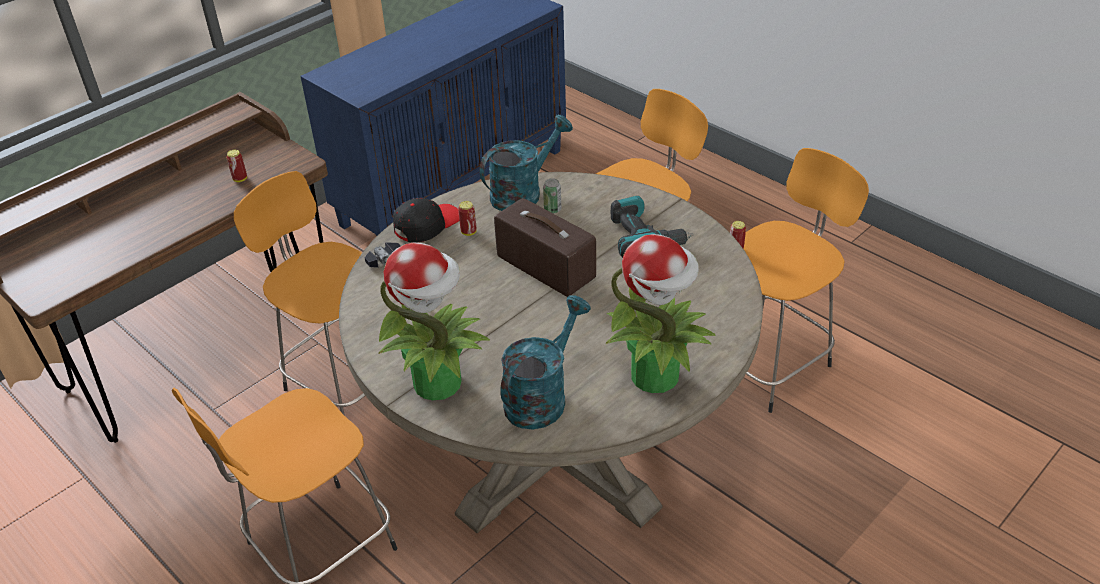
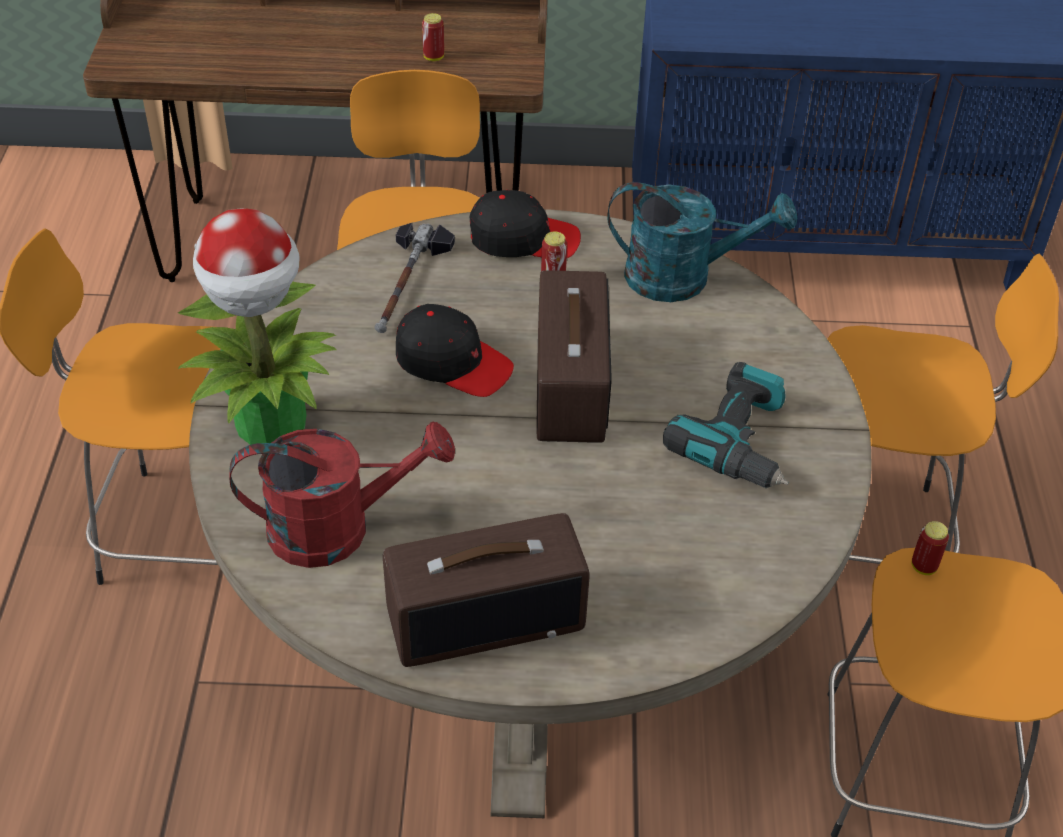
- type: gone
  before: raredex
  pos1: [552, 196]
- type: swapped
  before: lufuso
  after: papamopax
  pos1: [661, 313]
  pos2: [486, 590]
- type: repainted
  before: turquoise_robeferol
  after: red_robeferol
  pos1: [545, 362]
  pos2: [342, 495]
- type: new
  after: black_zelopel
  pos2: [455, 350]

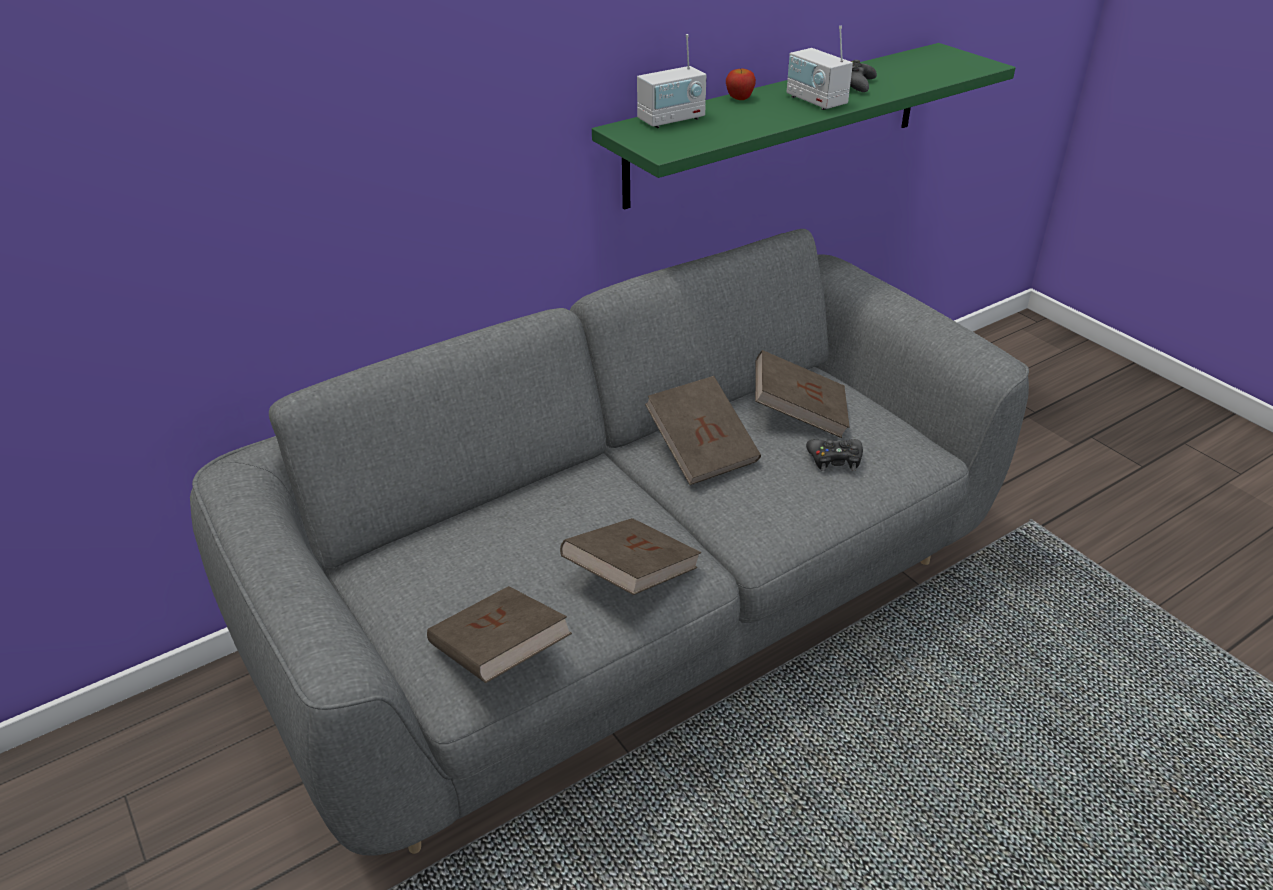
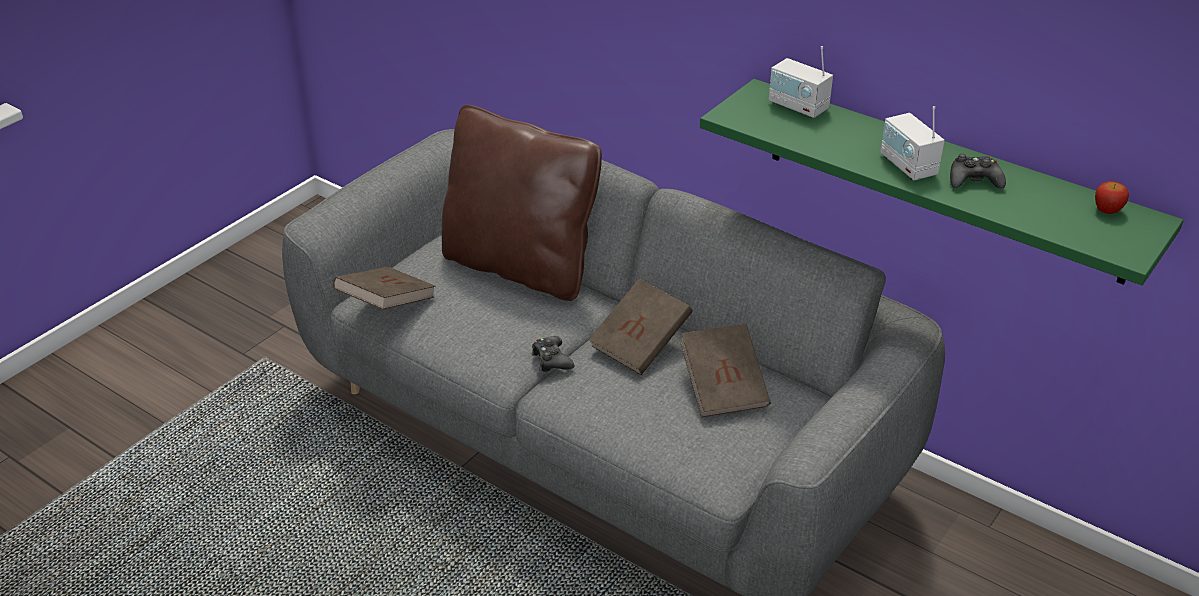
- type: rotated
  before: papamopax
  pos1: [820, 68]
  pos2: [912, 143]
  turn: -60
- type: shifted
  before: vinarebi
  pos1: [741, 84]
  pos2: [1112, 197]
- type: shifted
  before: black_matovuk
  pos1: [834, 455]
  pos2: [552, 354]
- type: gone
  before: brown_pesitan
  pos1: [630, 556]
- type: new
  after: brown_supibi
  pos2: [522, 203]

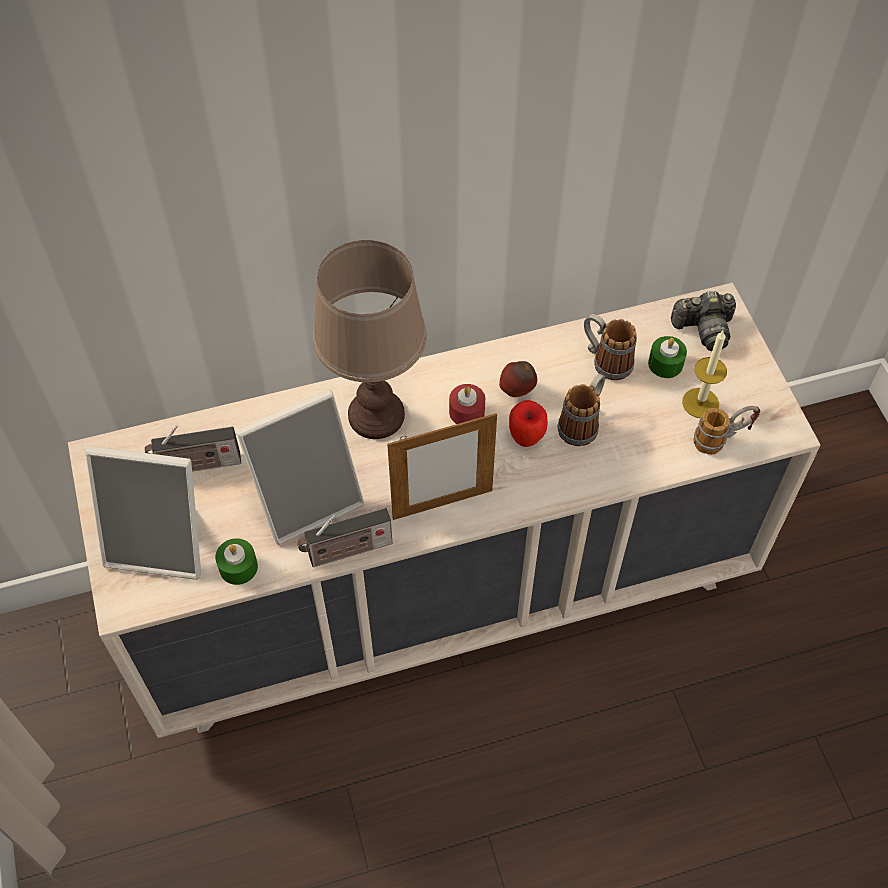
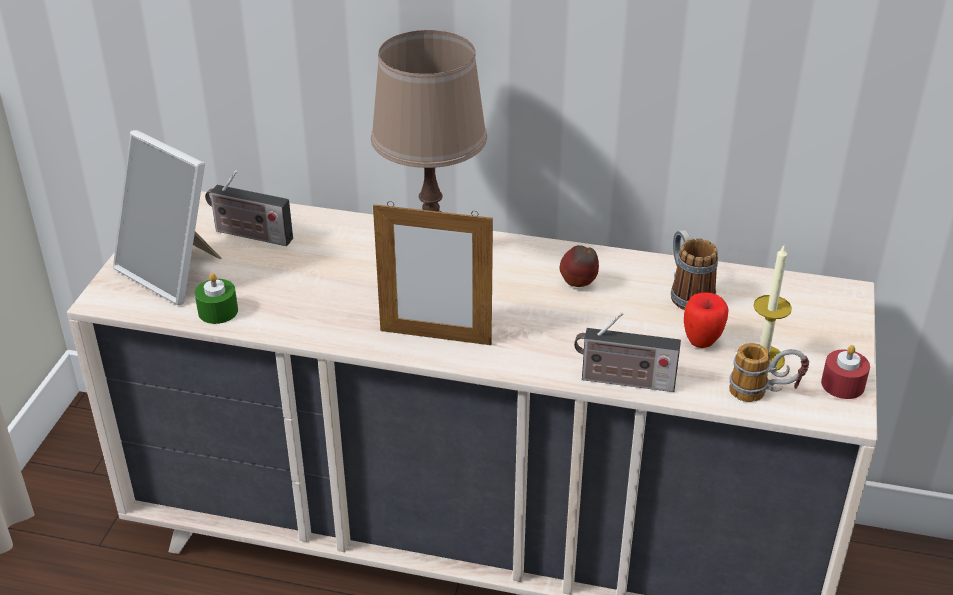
- type: gone
  before: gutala
  pos1: [703, 321]
- type: gone
  before: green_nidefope
  pos1: [667, 357]
- type: gone
  before: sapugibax
  pos1: [581, 409]
- type: shifted
  before: red_nidefope
  pos1: [467, 404]
  pos2: [845, 372]
- type: gone
  before: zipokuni
  pos1: [300, 467]
- type: shifted
  before: vinarebi
  pos1: [528, 423]
  pos2: [706, 320]
- type: shifted
  before: papamopax
  pos1: [344, 537]
  pos2: [627, 352]

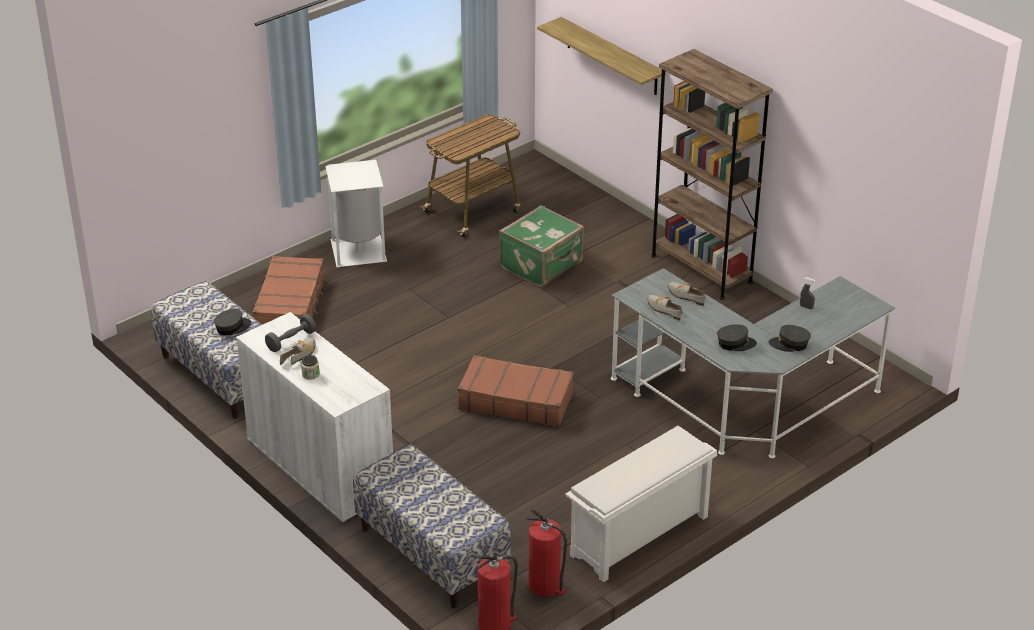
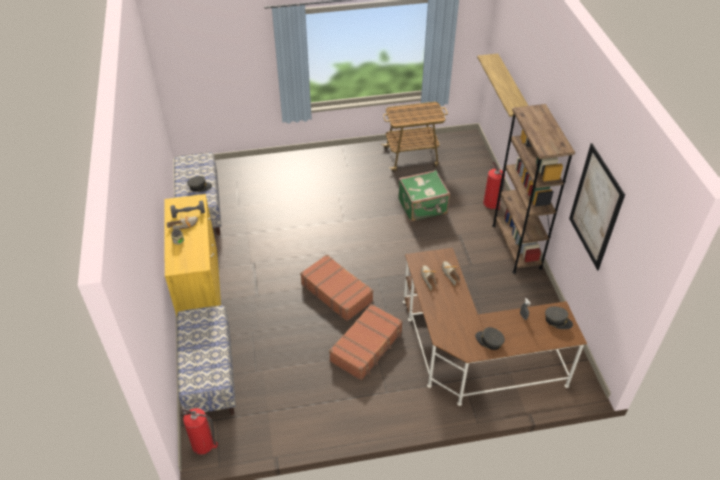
- type: gone
  before: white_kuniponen
  pos1: [356, 213]
- type: shifted
  before: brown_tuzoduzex
  pos1: [290, 290]
  pos2: [366, 342]
- type: repainted
  before: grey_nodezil
  after: brown_nodezil
  pos1: [753, 363]
  pos2: [495, 327]
- type: repainted
  before: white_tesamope
  after: yellow_tesamope
  pos1: [314, 417]
  pos2: [192, 255]
- type: shifted
  before: grey_zelopel
  pos1: [737, 337]
  pos2: [559, 317]
- type: gone
  before: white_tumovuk
  pos1: [641, 504]
- type: shifted
  before: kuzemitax
  pos1: [547, 553]
  pos2: [494, 185]
- type: new
  after: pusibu
  pos2: [597, 206]

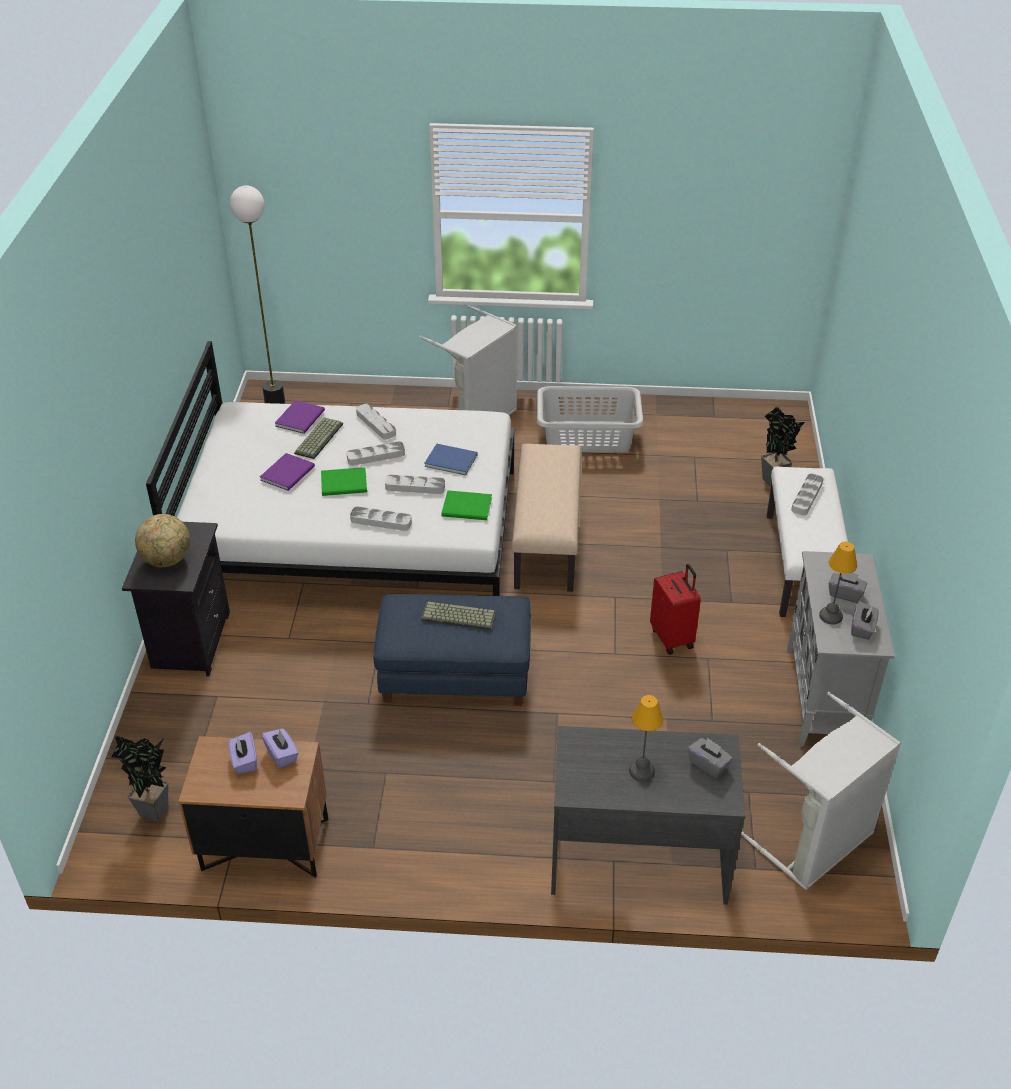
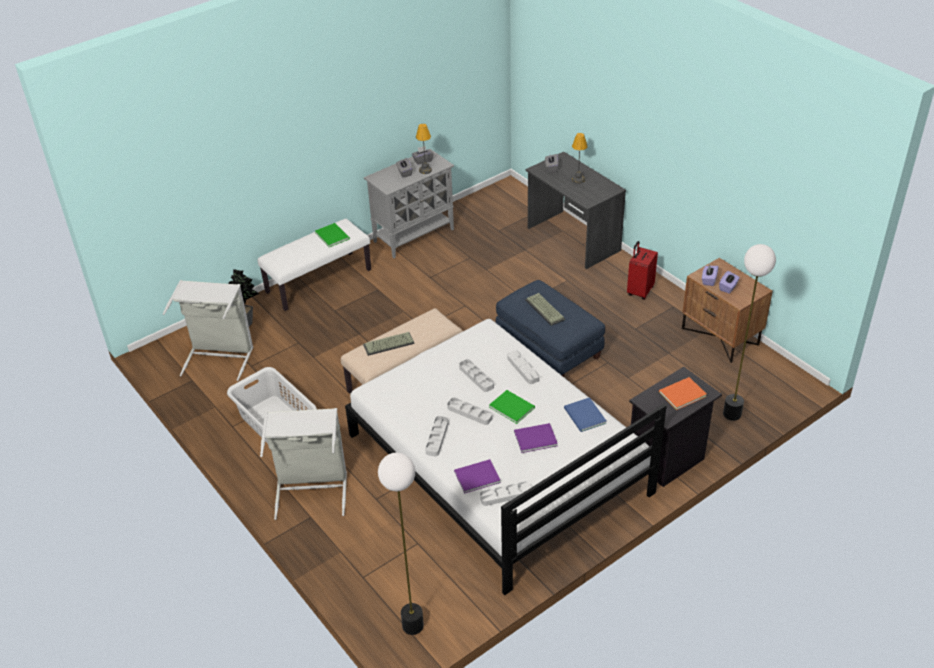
- type: shifted
  before: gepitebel
  pos1: [318, 438]
  pos2: [389, 344]
- type: shifted
  before: blue_pesitan
  pos1: [451, 459]
  pos2: [585, 414]
- type: shifted
  before: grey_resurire
  pos1: [807, 494]
  pos2: [505, 493]
- type: shifted
  before: green_pesitan
  pos1: [466, 505]
  pos2: [332, 235]
- type: swapped
  before: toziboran
  after: orange_pesitan
  pos1: [162, 540]
  pos2: [682, 393]
- type: shifted
  before: red_tuzoduzex
  pos1: [675, 609]
  pos2: [642, 270]
- type: shifted
  before: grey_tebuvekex
  pos1: [821, 790]
  pos2: [208, 330]
- type: gone
  before: lufuso
  pos1: [140, 779]
- type: new
  after: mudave
  pos2: [749, 332]

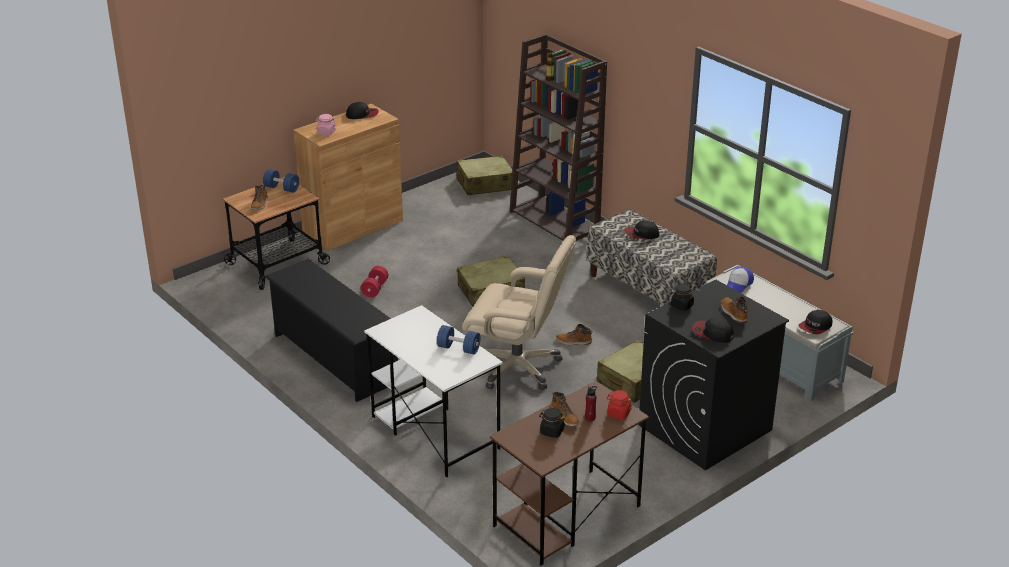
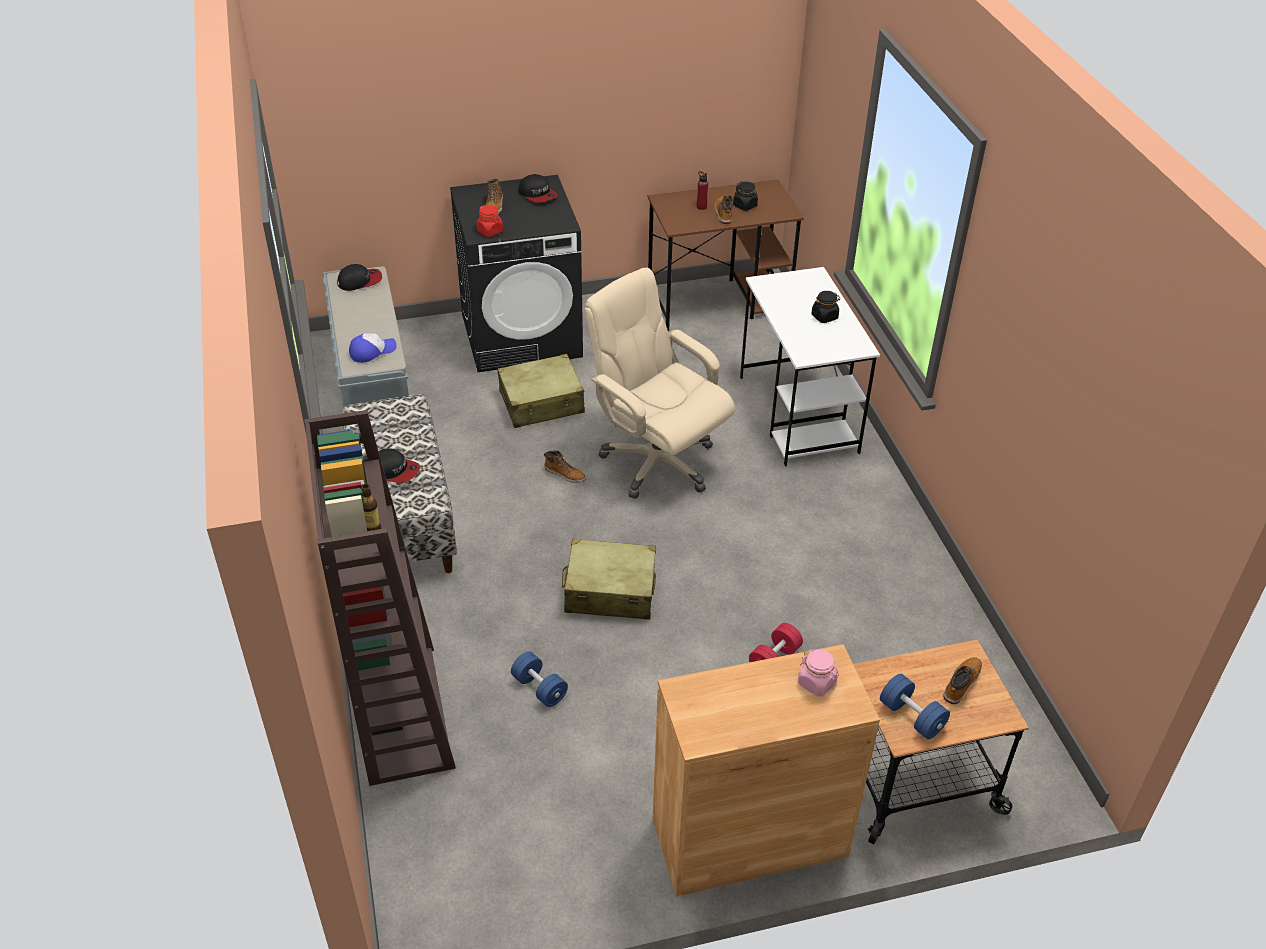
- type: gone
  before: zelopel
  pos1: [362, 110]
- type: gone
  before: beige_tuzoduzex
  pos1: [484, 175]
- type: gone
  before: black_tumovuk
  pos1: [331, 330]
- type: shifted
  before: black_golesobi
  pos1: [682, 297]
  pos2: [825, 307]
- type: shifted
  before: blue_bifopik
  pos1: [459, 339]
  pos2: [539, 679]
- type: shifted
  before: red_golesobi
  pos1: [619, 404]
  pos2: [489, 221]

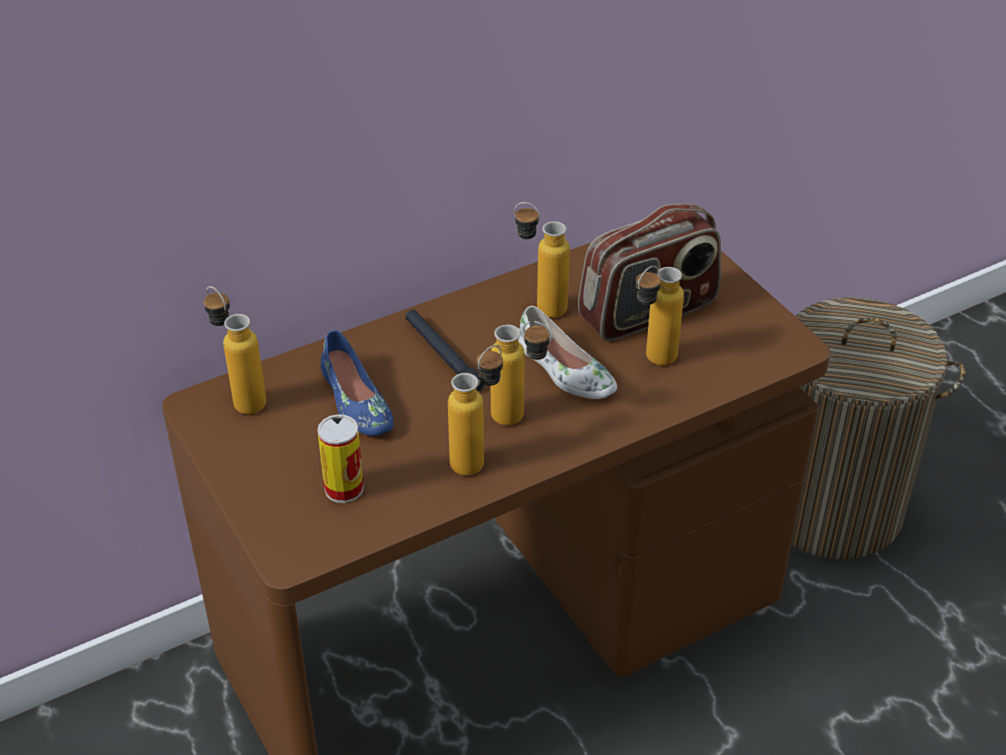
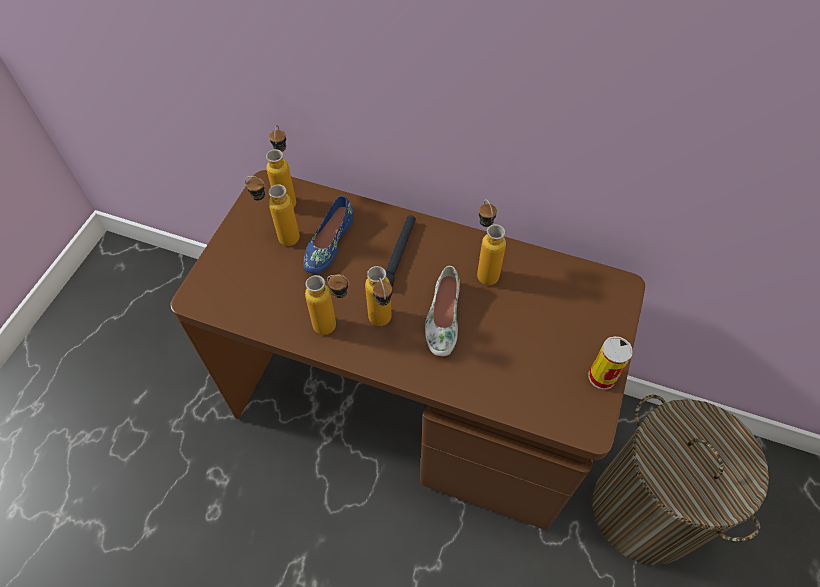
- type: gone
  before: papamopax
  pos1: [649, 272]
- type: shifted
  before: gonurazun
  pos1: [660, 315]
  pos2: [272, 211]
- type: shifted
  before: raredex
  pos1: [340, 458]
  pos2: [610, 363]

